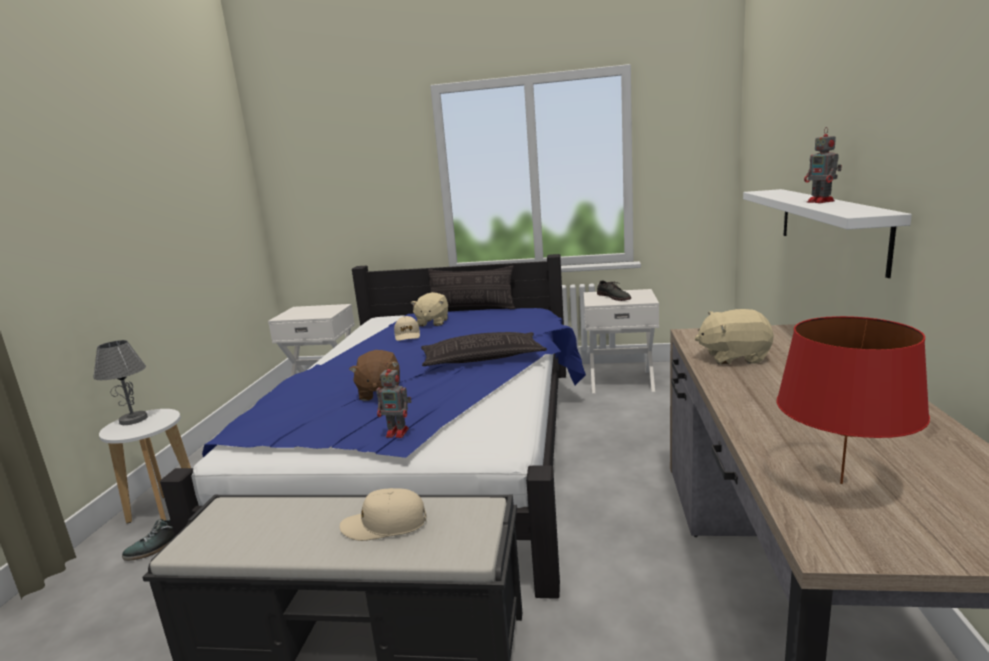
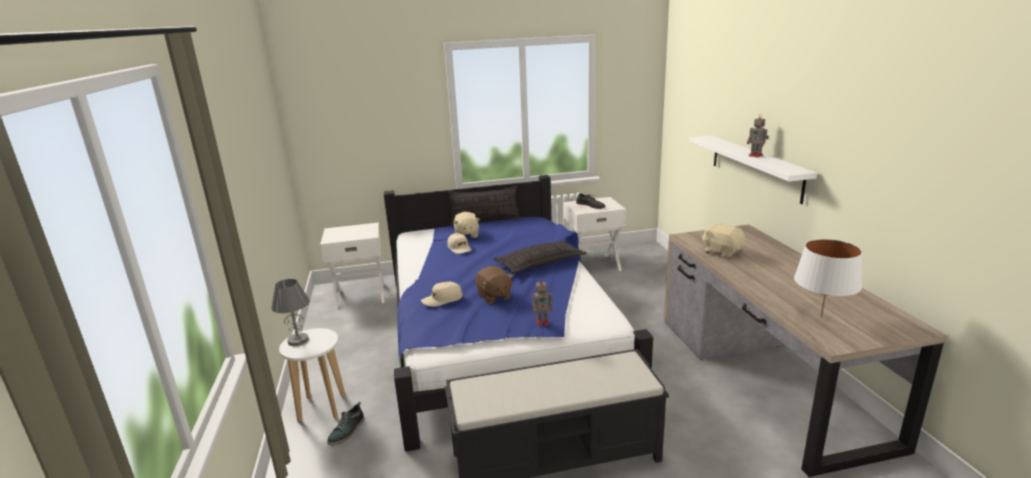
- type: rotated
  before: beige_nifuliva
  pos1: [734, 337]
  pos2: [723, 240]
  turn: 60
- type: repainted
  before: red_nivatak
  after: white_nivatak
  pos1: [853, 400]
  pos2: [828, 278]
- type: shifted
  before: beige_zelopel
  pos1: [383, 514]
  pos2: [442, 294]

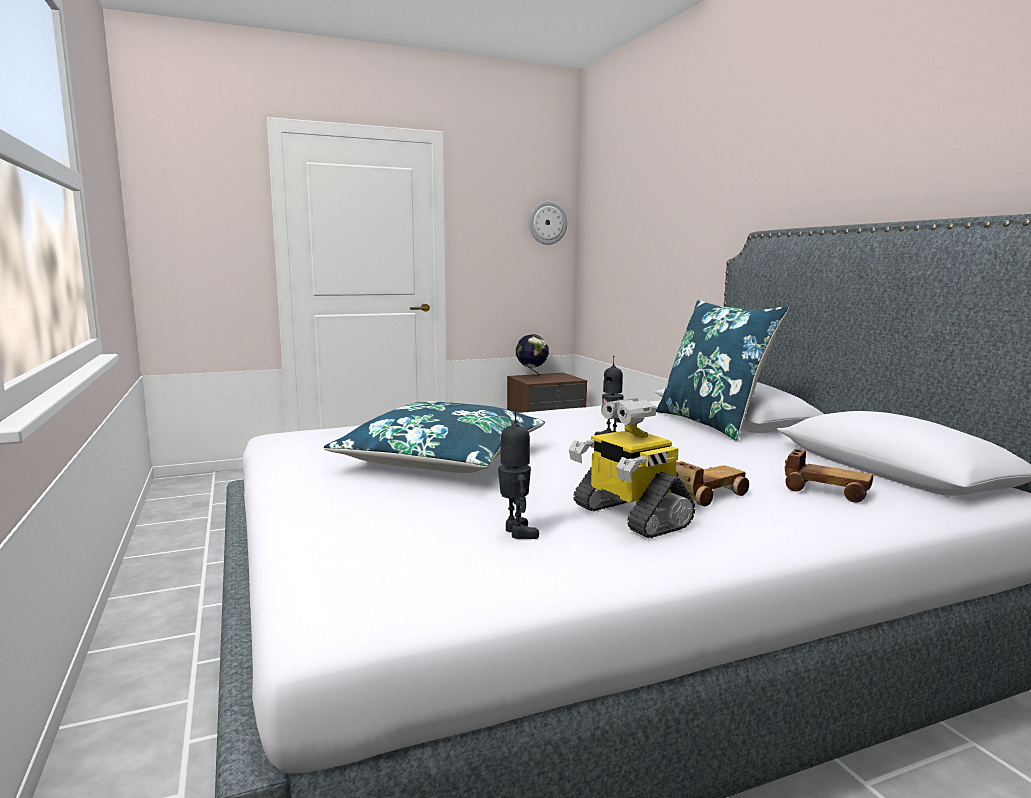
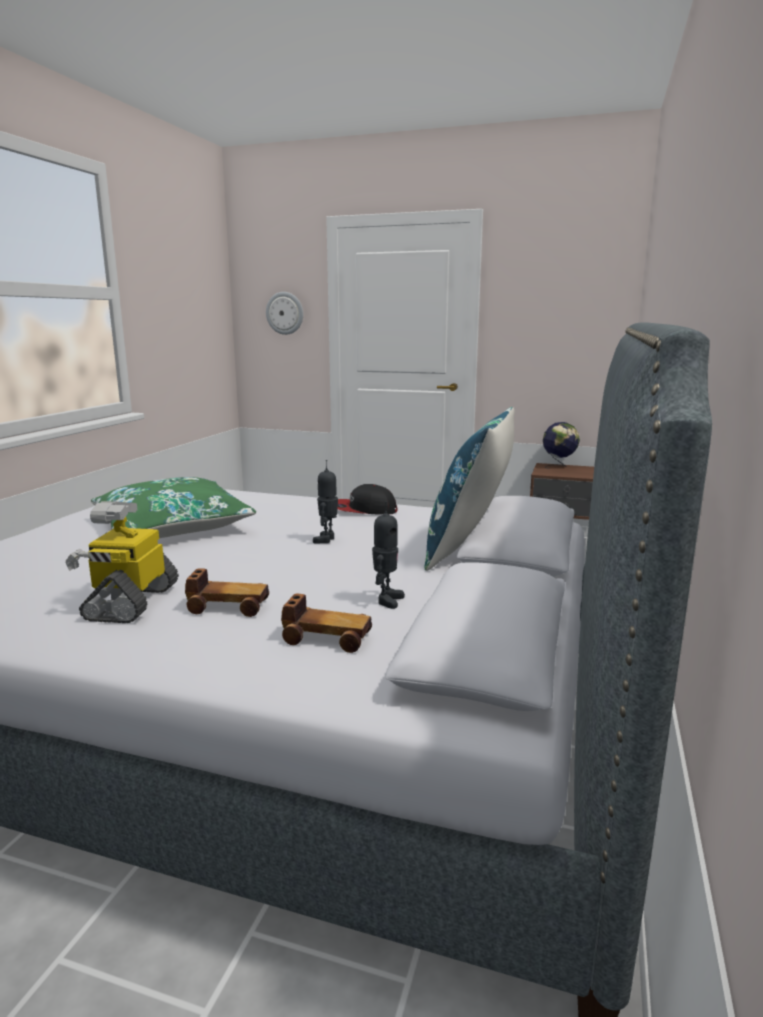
- type: shifted
  before: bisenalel
  pos1: [548, 223]
  pos2: [284, 313]
- type: repainted
  before: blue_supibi
  after: green_supibi
  pos1: [434, 437]
  pos2: [173, 507]
- type: shifted
  before: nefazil
  pos1: [518, 473]
  pos2: [388, 555]
- type: rotated
  before: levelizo
  pos1: [829, 476]
  pos2: [326, 623]
  turn: -60
- type: new
  after: zelopel
  pos2: [367, 499]

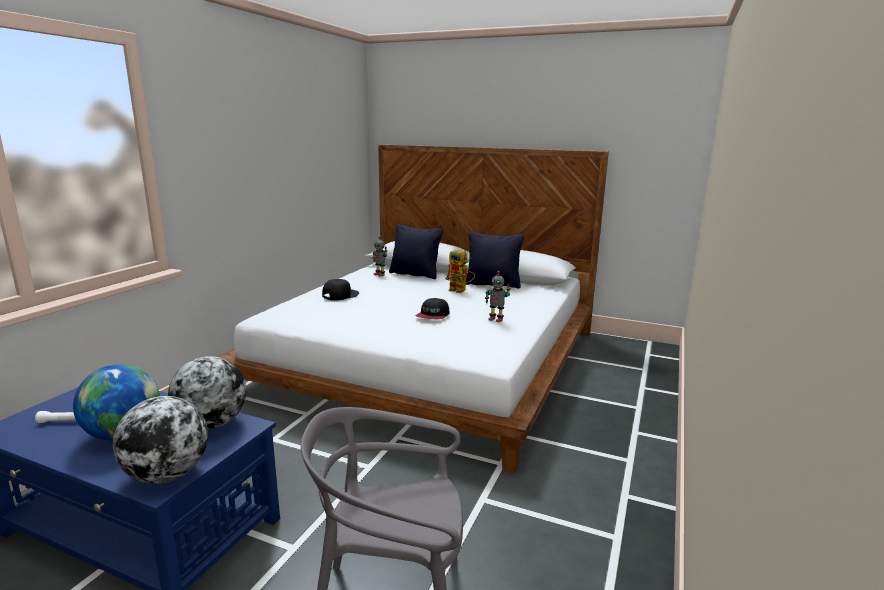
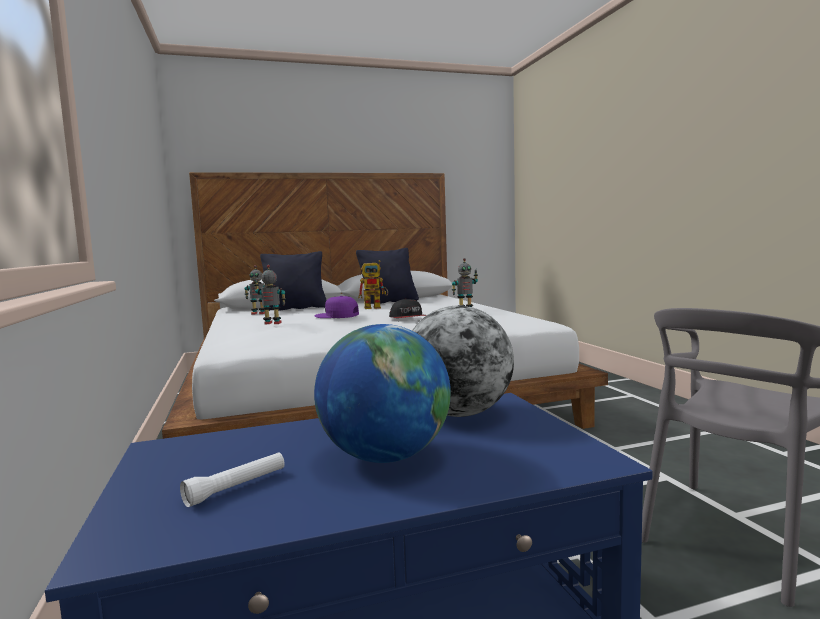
- type: swapped
  before: black_zelopel
  after: nefazil
  pos1: [340, 290]
  pos2: [270, 294]
- type: gone
  before: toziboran
  pos1: [160, 440]
- type: new
  after: purple_zelopel
  pos2: [337, 307]

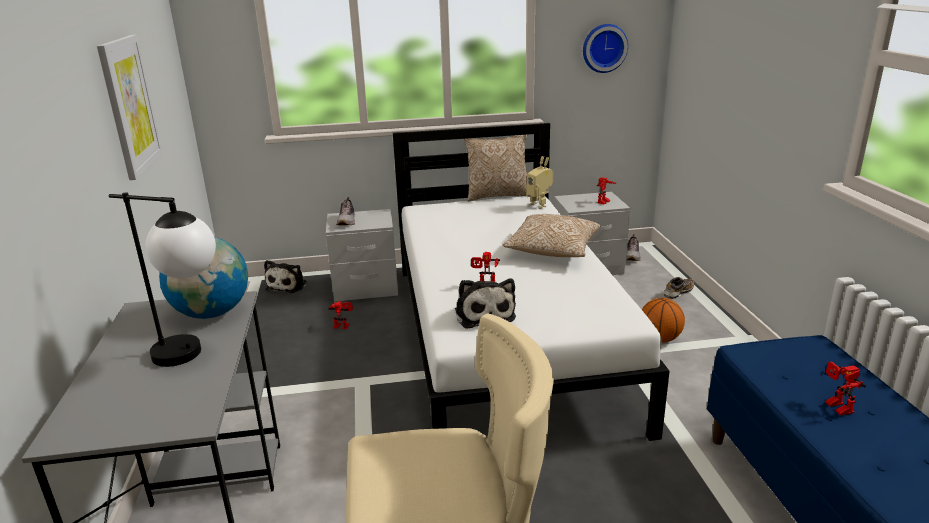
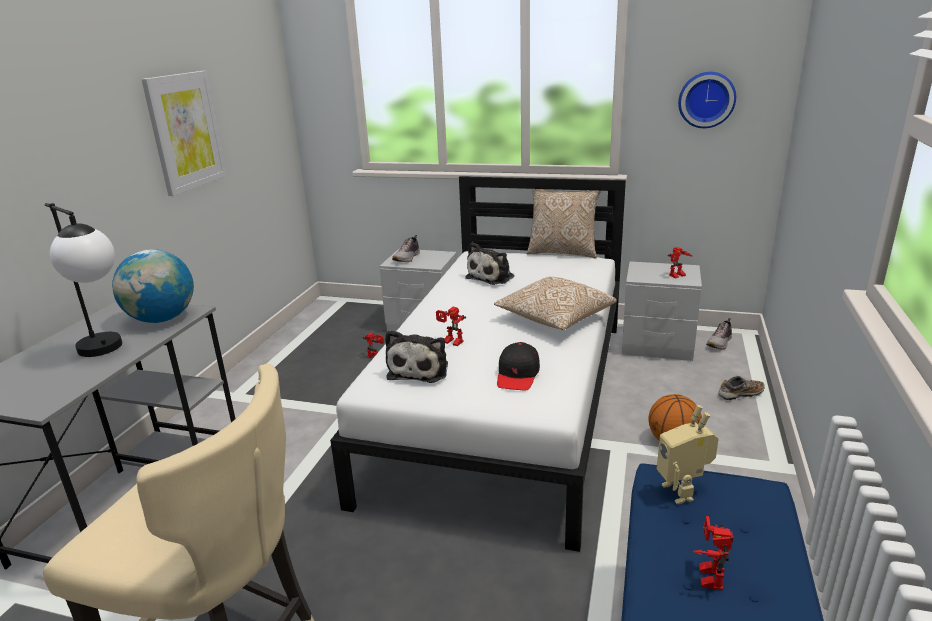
- type: shifted
  before: nefazil
  pos1: [539, 182]
  pos2: [687, 454]
- type: shifted
  before: nifuliva
  pos1: [285, 276]
  pos2: [489, 263]
- type: new
  after: black_zelopel
  pos2: [518, 366]

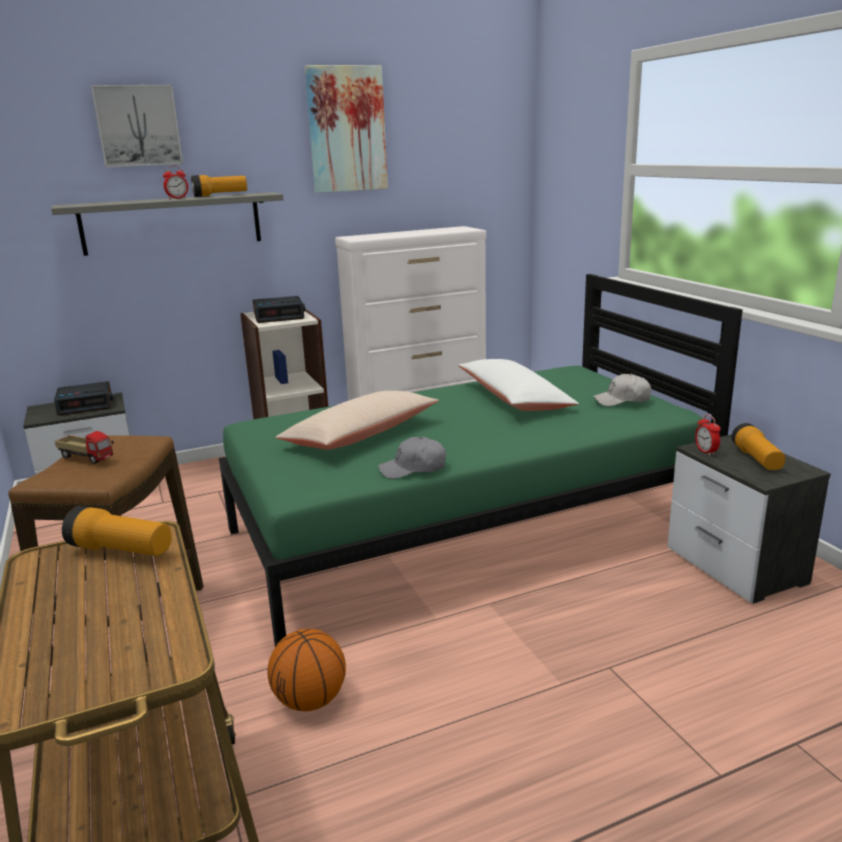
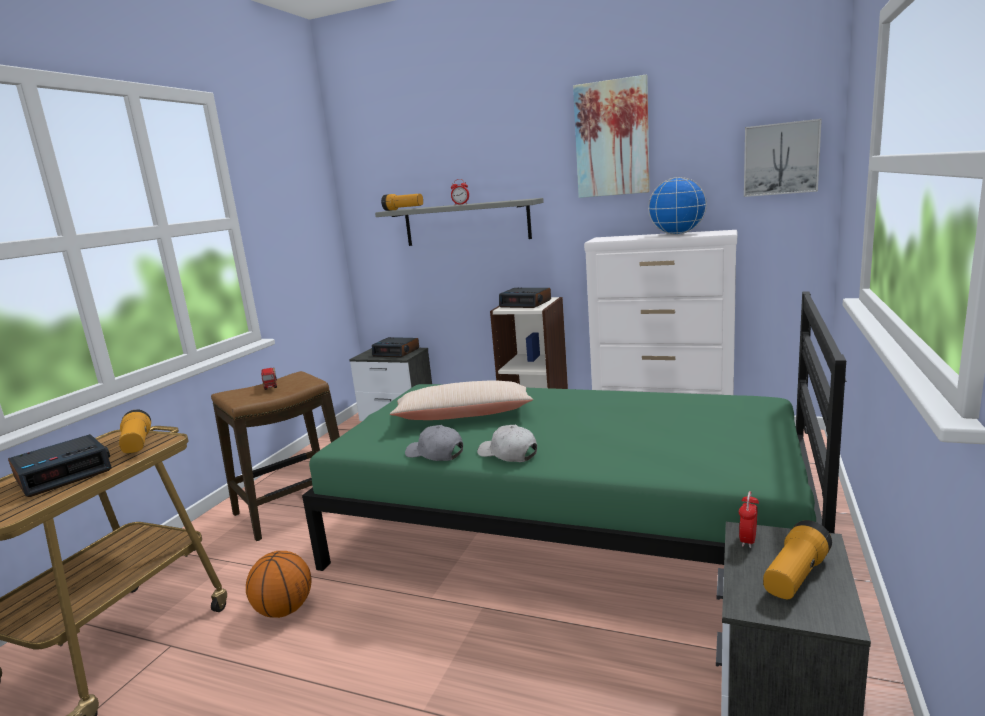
- type: shifted
  before: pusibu
  pos1: [137, 126]
  pos2: [783, 158]
- type: shifted
  before: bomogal
  pos1: [219, 186]
  pos2: [402, 202]
- type: gone
  before: white_supibi
  pos1: [518, 385]
- type: shifted
  before: white_zelopel
  pos1: [622, 390]
  pos2: [507, 443]
- type: new
  after: toziboran
  pos2: [677, 206]
- type: new
  after: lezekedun
  pos2: [60, 465]

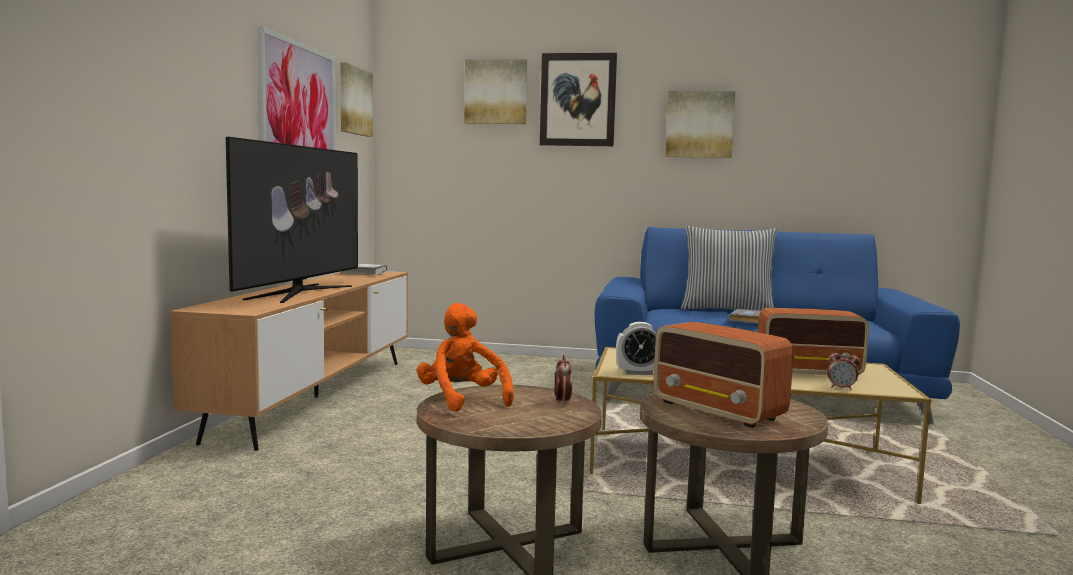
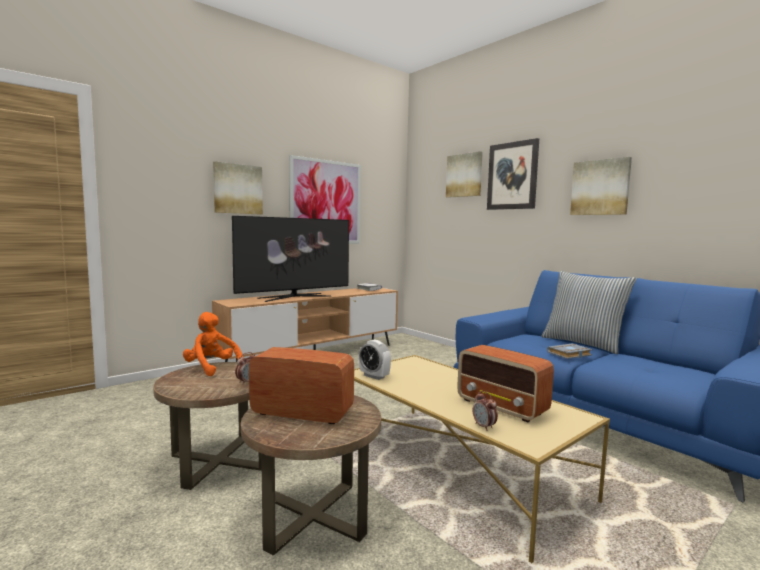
- type: shifted
  before: pusibu
  pos1: [356, 99]
  pos2: [238, 188]
- type: rotated
  before: orange_nifuliva
  pos1: [465, 357]
  pos2: [213, 344]
  turn: -60
- type: rotated
  before: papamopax
  pos1: [723, 375]
  pos2: [301, 386]
  turn: 105

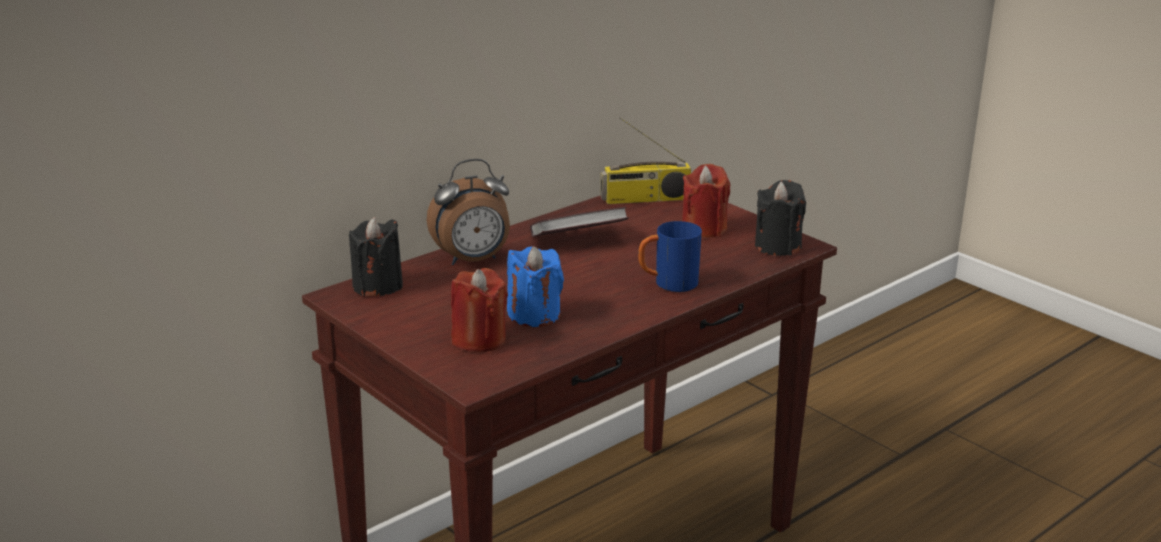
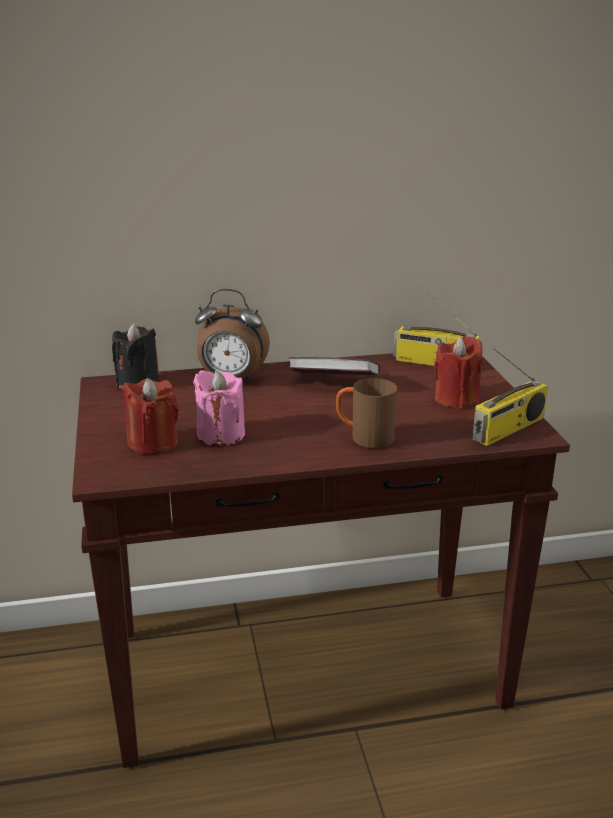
- type: swapped
  before: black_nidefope
  after: papamopax
  pos1: [780, 218]
  pos2: [510, 396]
- type: repainted
  before: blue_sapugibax
  after: brown_sapugibax
  pos1: [670, 256]
  pos2: [367, 413]
- type: repainted
  before: blue_nidefope
  after: pink_nidefope
  pos1: [535, 286]
  pos2: [219, 408]

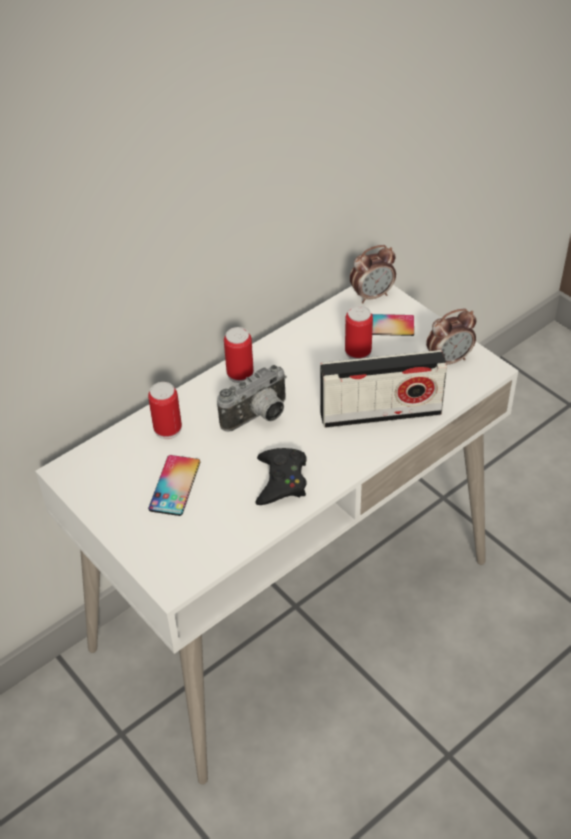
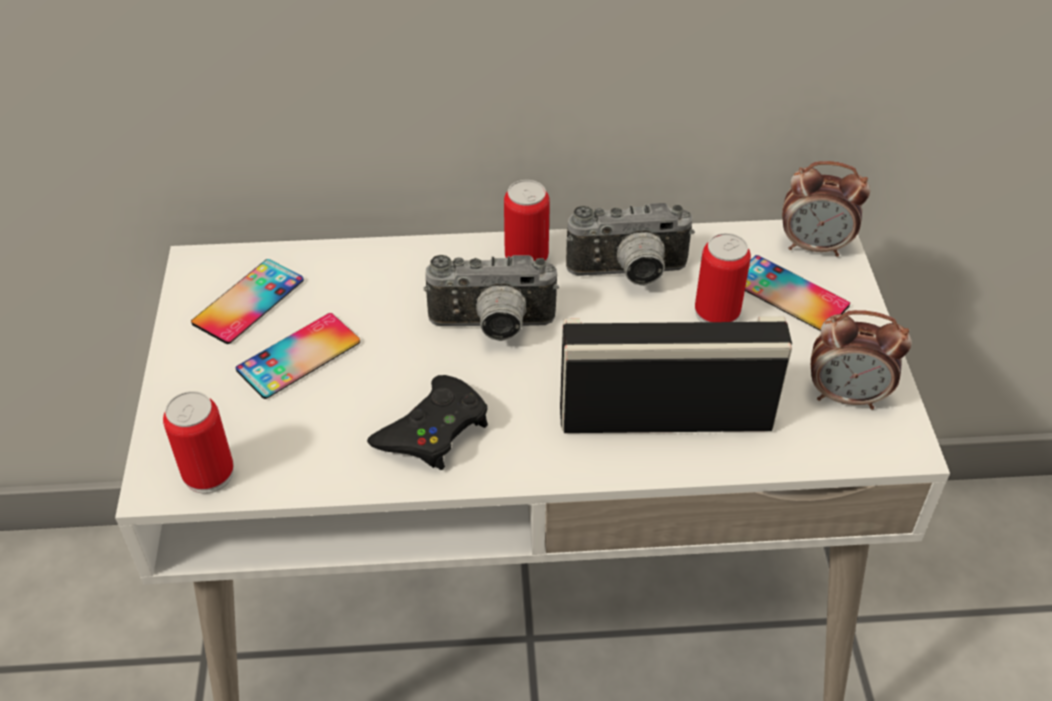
- type: rotated
  before: papamopax
  pos1: [383, 389]
  pos2: [676, 374]
  turn: 150
- type: shifted
  before: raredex
  pos1: [165, 410]
  pos2: [198, 442]
- type: new
  after: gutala
  pos2: [630, 244]
- type: new
  after: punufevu
  pos2: [247, 301]

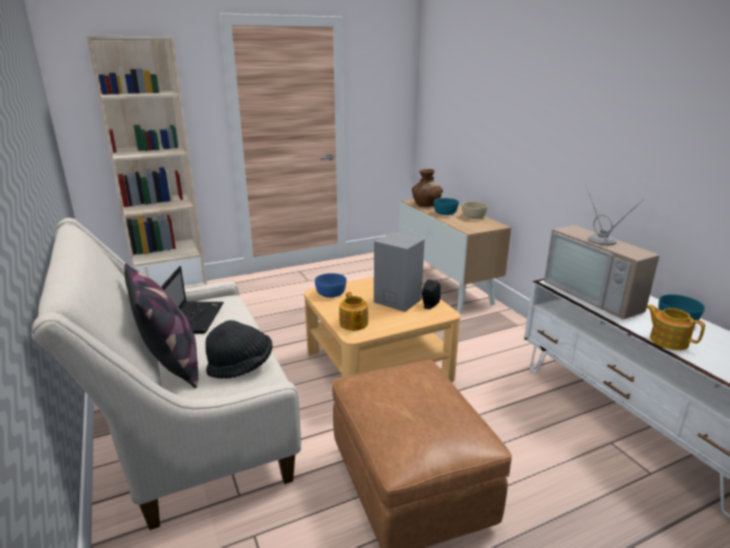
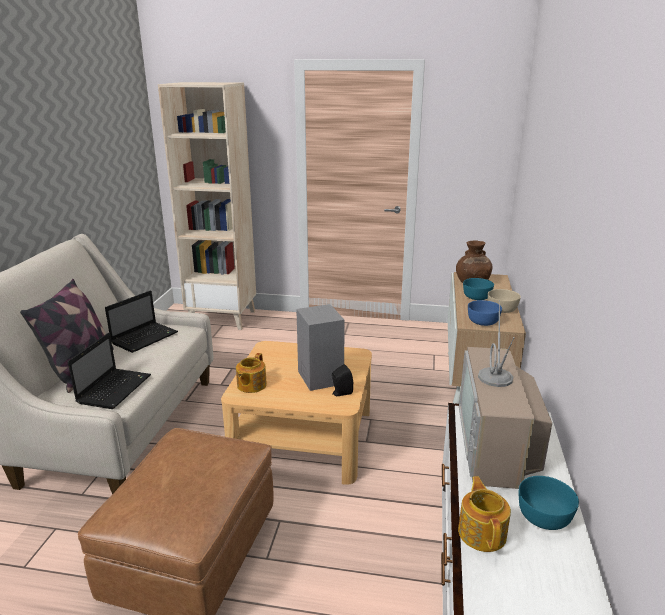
- type: shifted
  before: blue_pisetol
  pos1: [330, 285]
  pos2: [485, 313]
- type: swapped
  before: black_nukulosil
  after: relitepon
  pos1: [239, 349]
  pos2: [109, 371]

